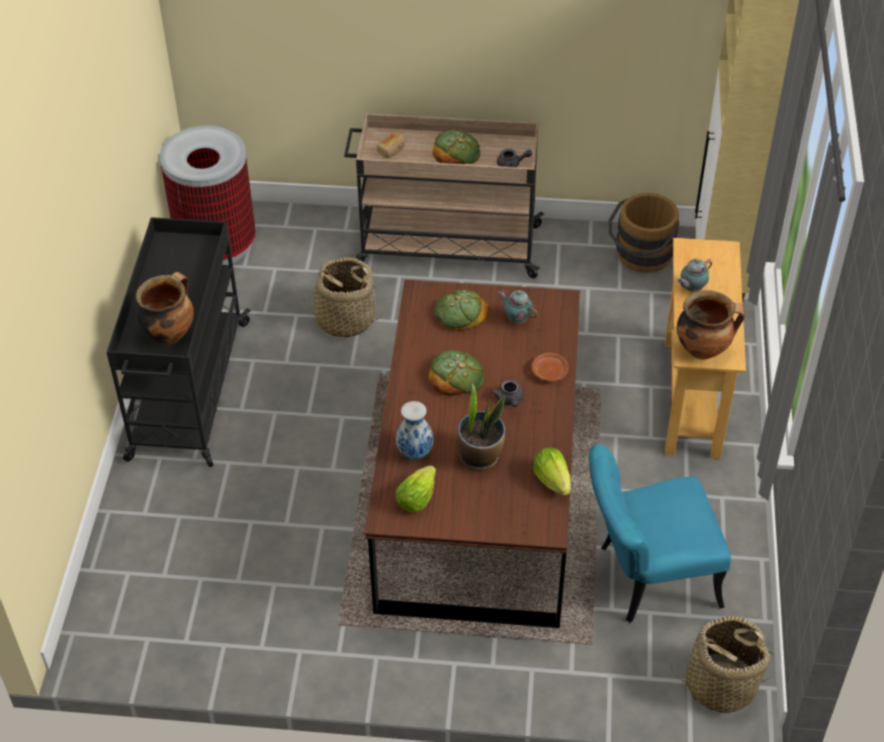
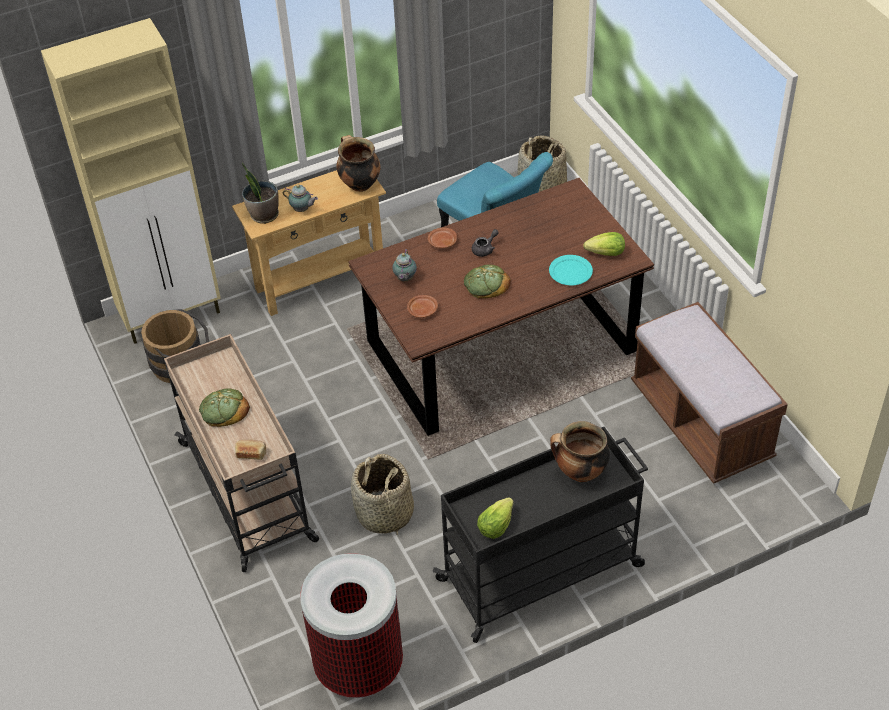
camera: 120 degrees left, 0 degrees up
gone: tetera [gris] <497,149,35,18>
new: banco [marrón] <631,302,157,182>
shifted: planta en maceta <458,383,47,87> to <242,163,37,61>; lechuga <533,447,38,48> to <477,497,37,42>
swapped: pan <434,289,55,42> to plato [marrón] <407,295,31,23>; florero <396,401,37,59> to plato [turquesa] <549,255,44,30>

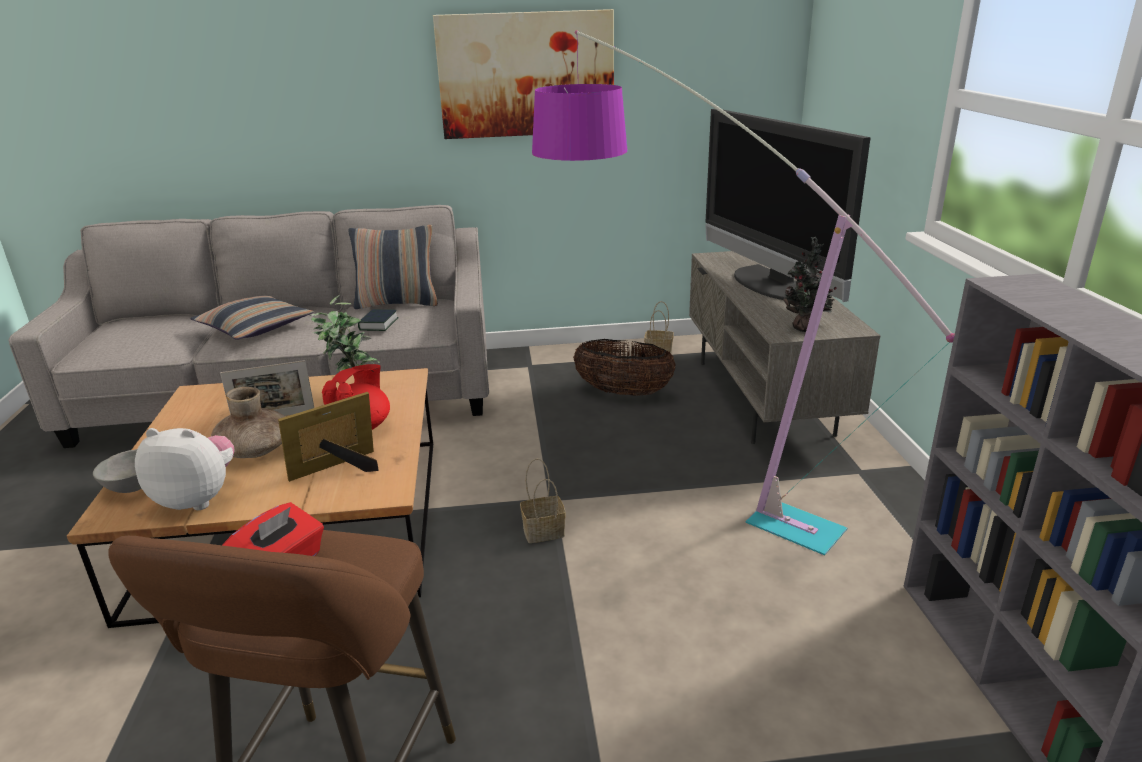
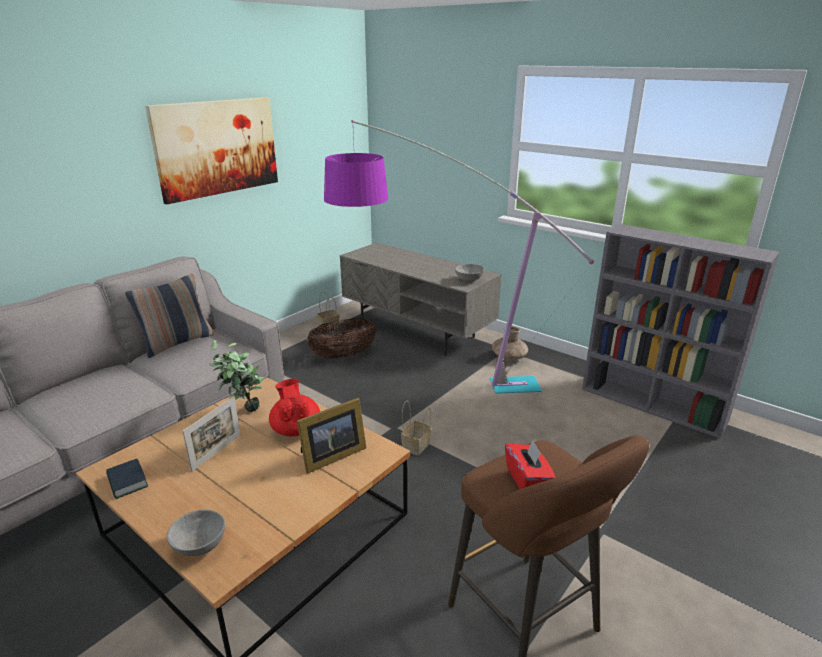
camera: 45 degrees left, 0 degrees up
gone: televisor <705,109,166,193>; cojín <191,295,123,45>; peluche <135,428,100,82>
shifted: libro <358,309,41,22> to <106,459,42,40>; florero [marrón] <211,387,74,71> to <492,326,36,34>
swapped: planta en maceta <783,237,54,95> to cuenco [gris] <455,264,29,18>
rotated: portarretratos <278,392,100,90> = <297,398,69,76> 135 degrees counterclockwise

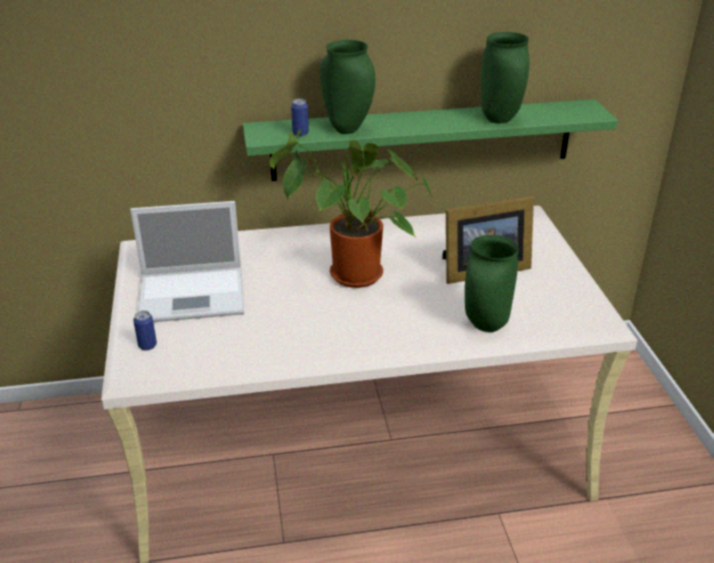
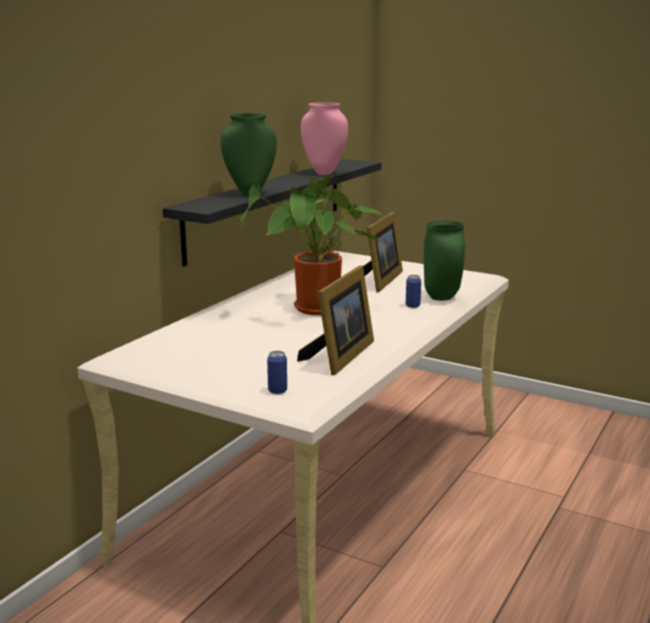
camera: 50 degrees left, 15 degrees down
gone: portátil <130,201,114,121>
new: portarretratos <297,266,77,109>
shifted: lata <291,99,18,37> to <406,275,15,33>
repainted: florero [verde] <481,32,48,91> to florero [rosa] <301,102,47,73>; estante [verde] <243,99,375,82> to estante [negro] <163,159,219,108>

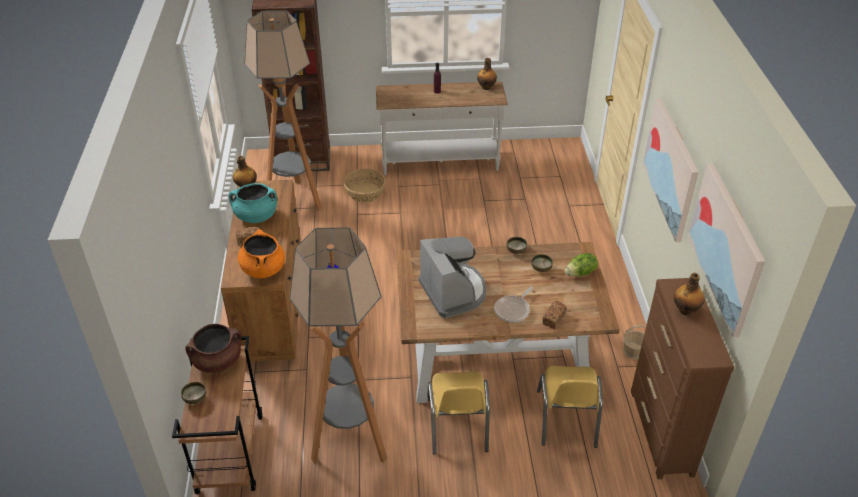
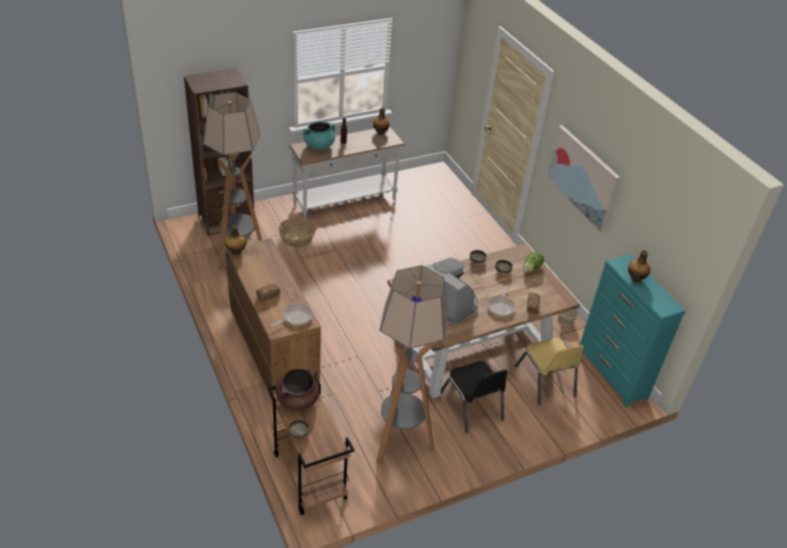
camera: 25 degrees left, 0 degrees up
gone: cuadro <688,163,77,174>
shifted: olla [turquesa] <229,183,48,40> to <303,121,32,28>
swapped: olla [naranja] <238,229,47,49> to sartén <271,303,42,23>
repainted: cómoda [marrón] <631,278,103,201> to cómoda [turquesa] <580,255,106,152>; silla [amarillo] <427,371,63,84> to silla [negro] <441,361,66,72>

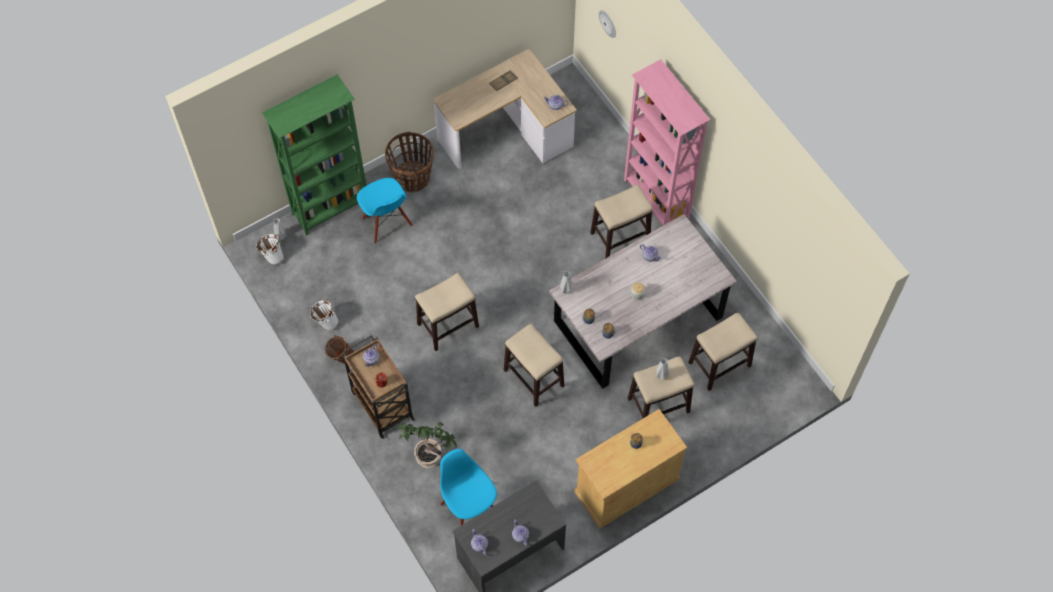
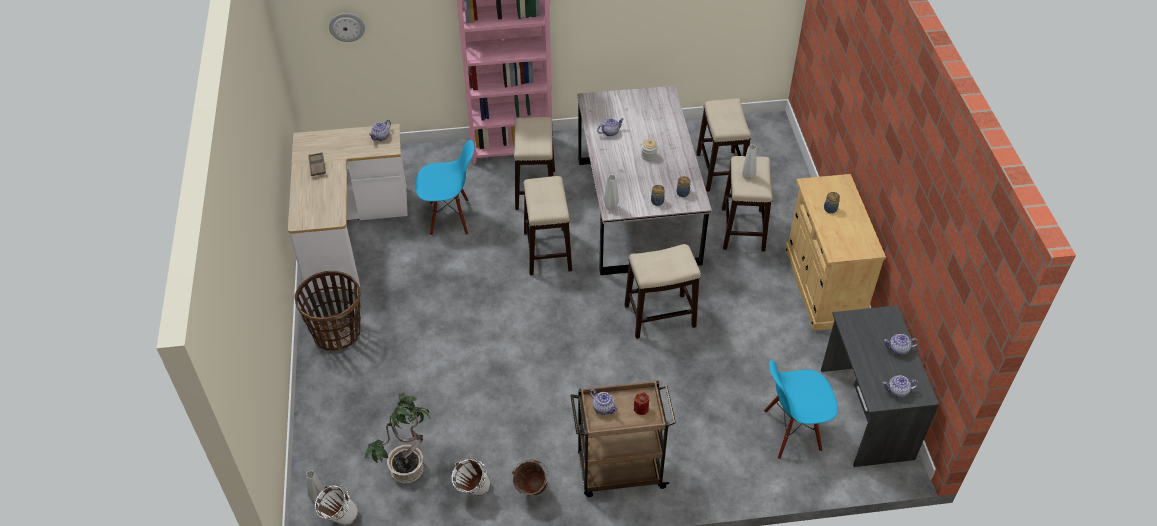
camera: 65 degrees left, 15 degrees down
gone: estantería [verde] <262,74,105,161>
shifted: silla [azul] <357,178,56,65> to <415,140,60,96>; taburete <415,273,64,78> to <523,176,49,99>; planta en maceta <396,422,61,46> to <365,393,66,90>

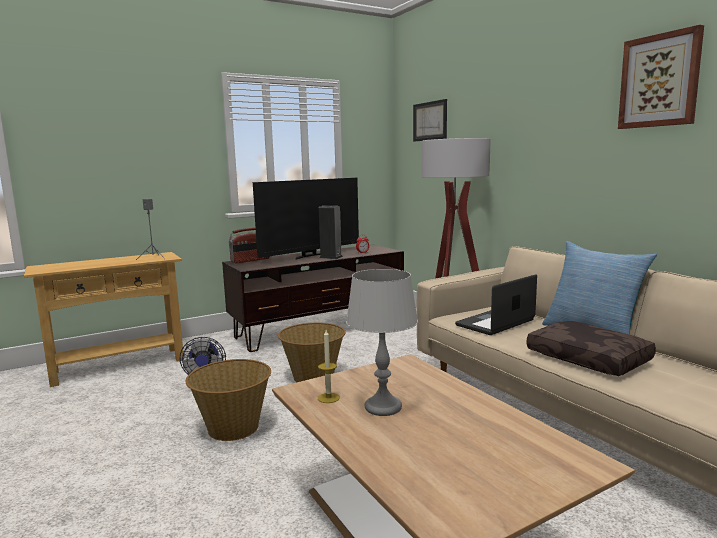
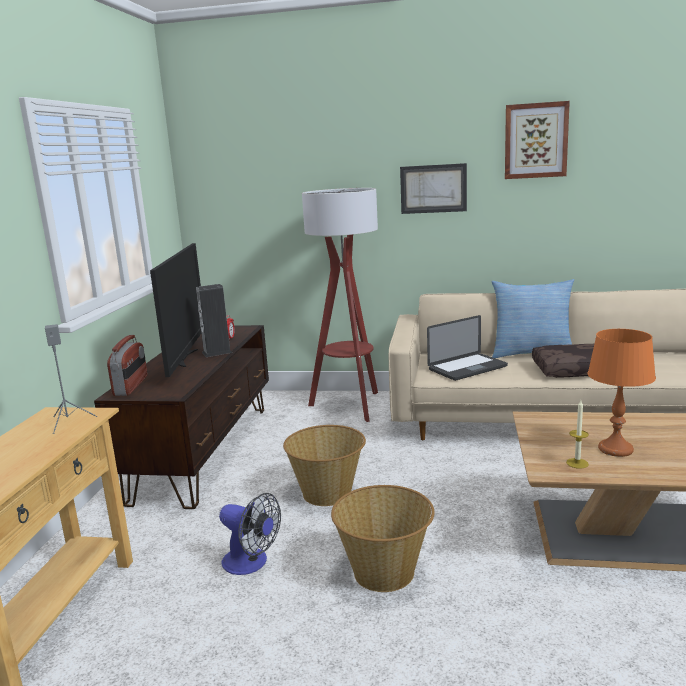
camera: 50 degrees left, 5 degrees up
shifted: cuadro <413,99,34,43> to <400,163,67,51>
repainted: lámpara de mesa [gris] <346,269,72,147> to lámpara de mesa [naranja] <588,329,68,128>
rotated: portátil <455,274,82,61> = <427,315,81,66> 120 degrees counterclockwise

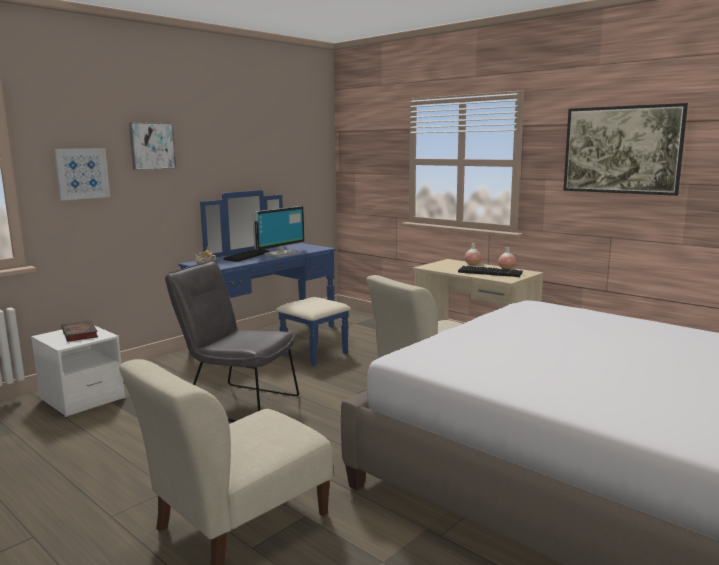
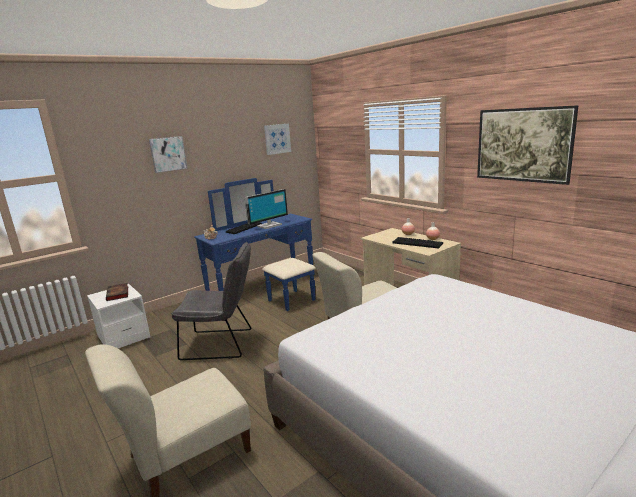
camera: 10 degrees right, 5 degrees up
shifted: cuadro <54,148,56,52> to <264,124,27,31>
rotated: silla [gris] <165,260,134,162> = <171,242,80,118> 150 degrees clockwise

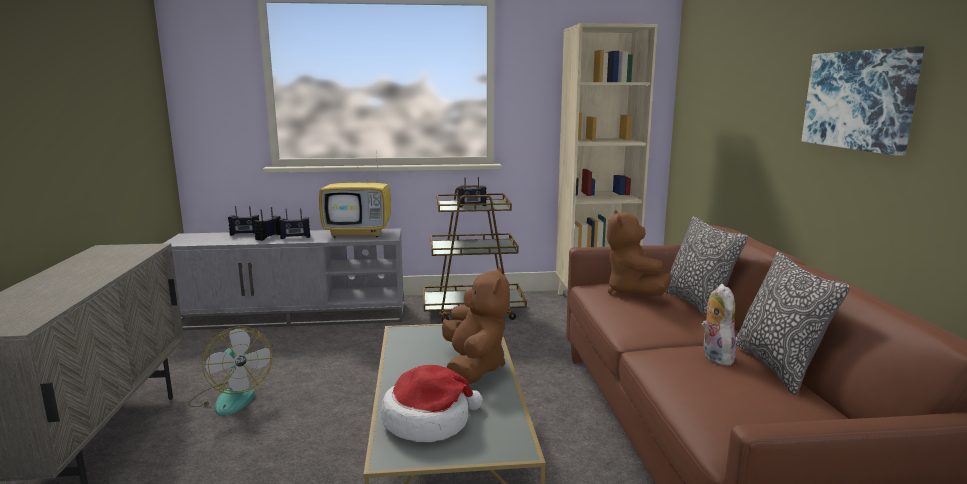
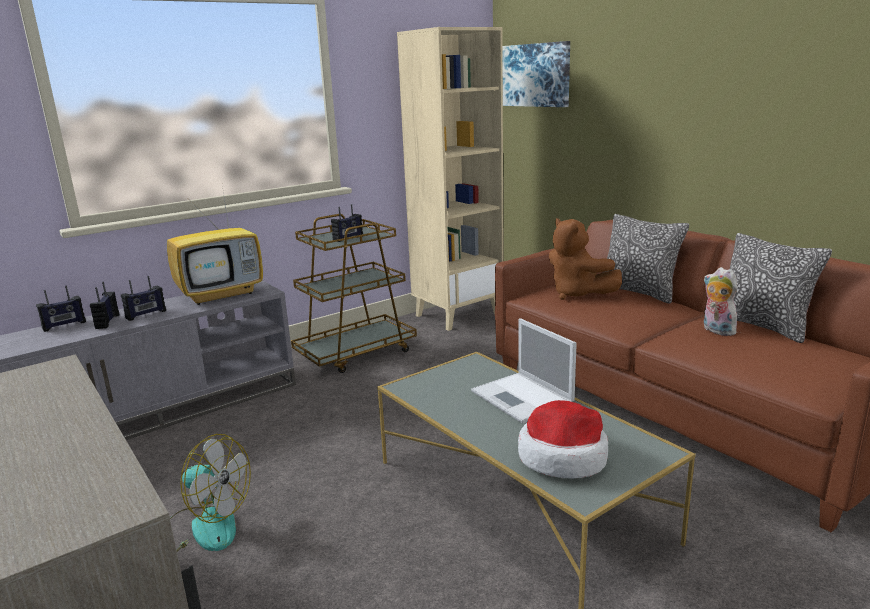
camera: 30 degrees left, 5 degrees up
shifted: cuadro <802,46,122,110> to <502,41,68,66>
swapped: peluche [marrón] <442,266,68,118> to portátil <471,318,106,106>

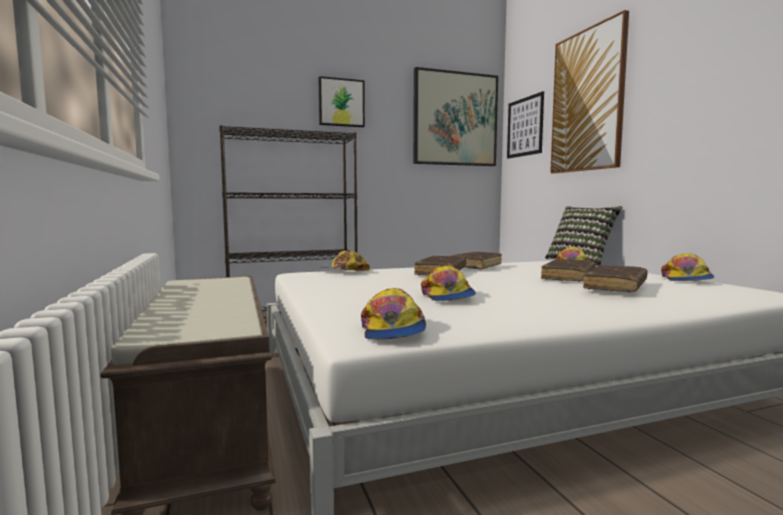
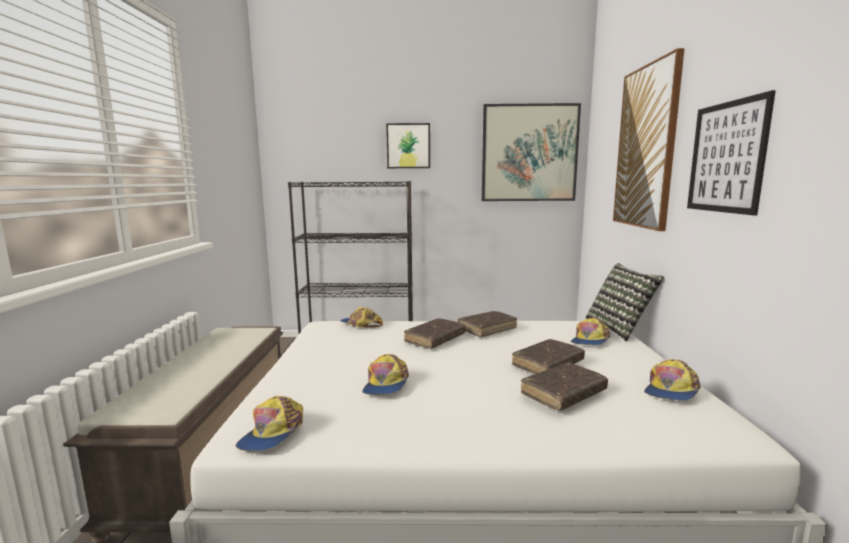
camera: 20 degrees right, 5 degrees up
shifted: cuadro <507,91,37,67> to <687,90,89,126>

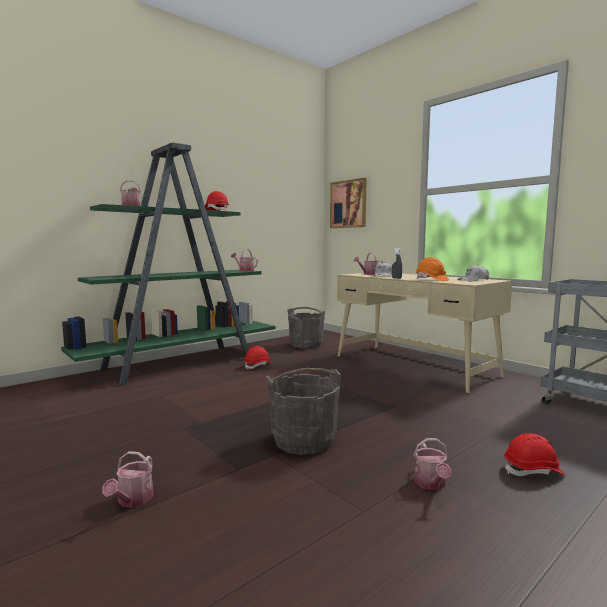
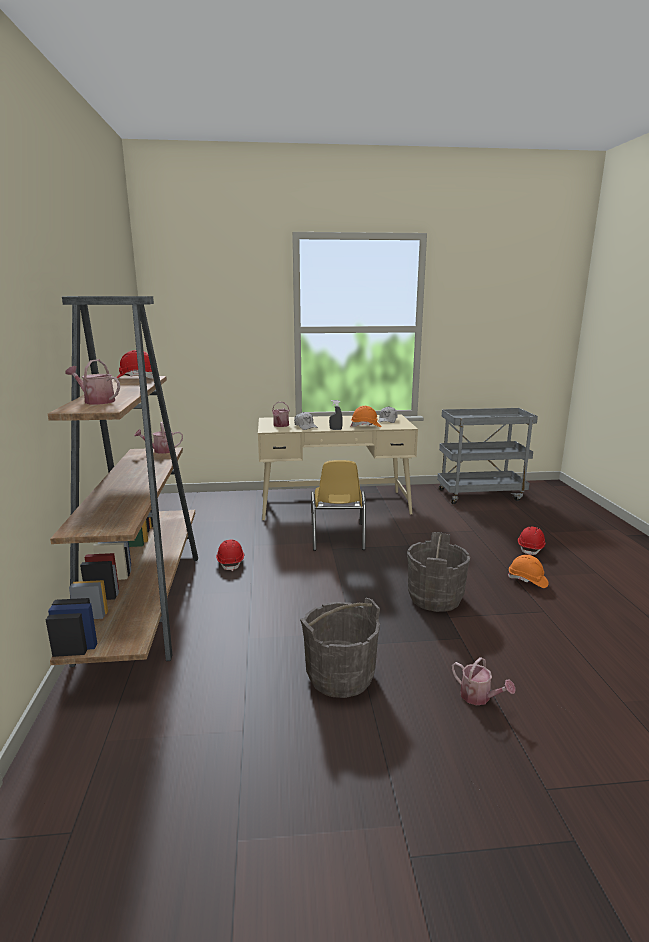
camera: 55 degrees left, 10 degrees up
gone: cuadro <330,178,37,50>
new: silla [amarillo] <311,460,55,91>
shifted: cubo [gris] <287,307,38,42> to <300,598,80,100>
swapped: regadera <414,438,38,52> to casco [naranja] <507,555,42,33>
repainted: estantería [verde] <61,143,215,243> to estantería [marrón] <46,296,152,371>

